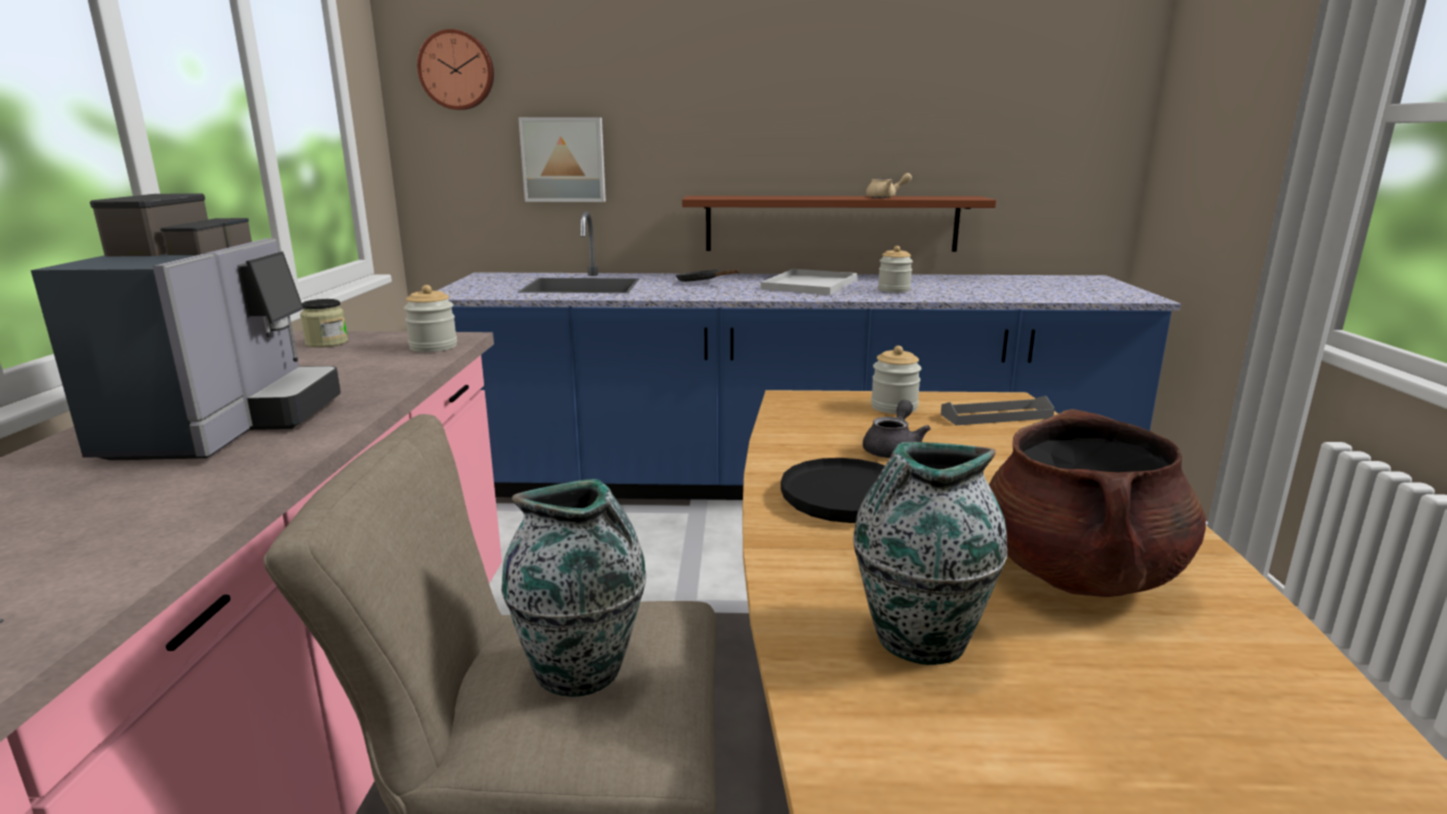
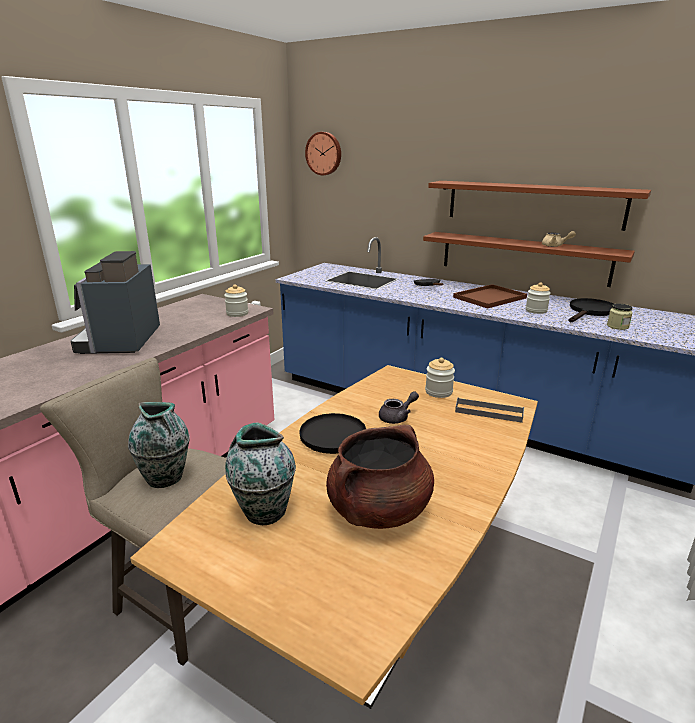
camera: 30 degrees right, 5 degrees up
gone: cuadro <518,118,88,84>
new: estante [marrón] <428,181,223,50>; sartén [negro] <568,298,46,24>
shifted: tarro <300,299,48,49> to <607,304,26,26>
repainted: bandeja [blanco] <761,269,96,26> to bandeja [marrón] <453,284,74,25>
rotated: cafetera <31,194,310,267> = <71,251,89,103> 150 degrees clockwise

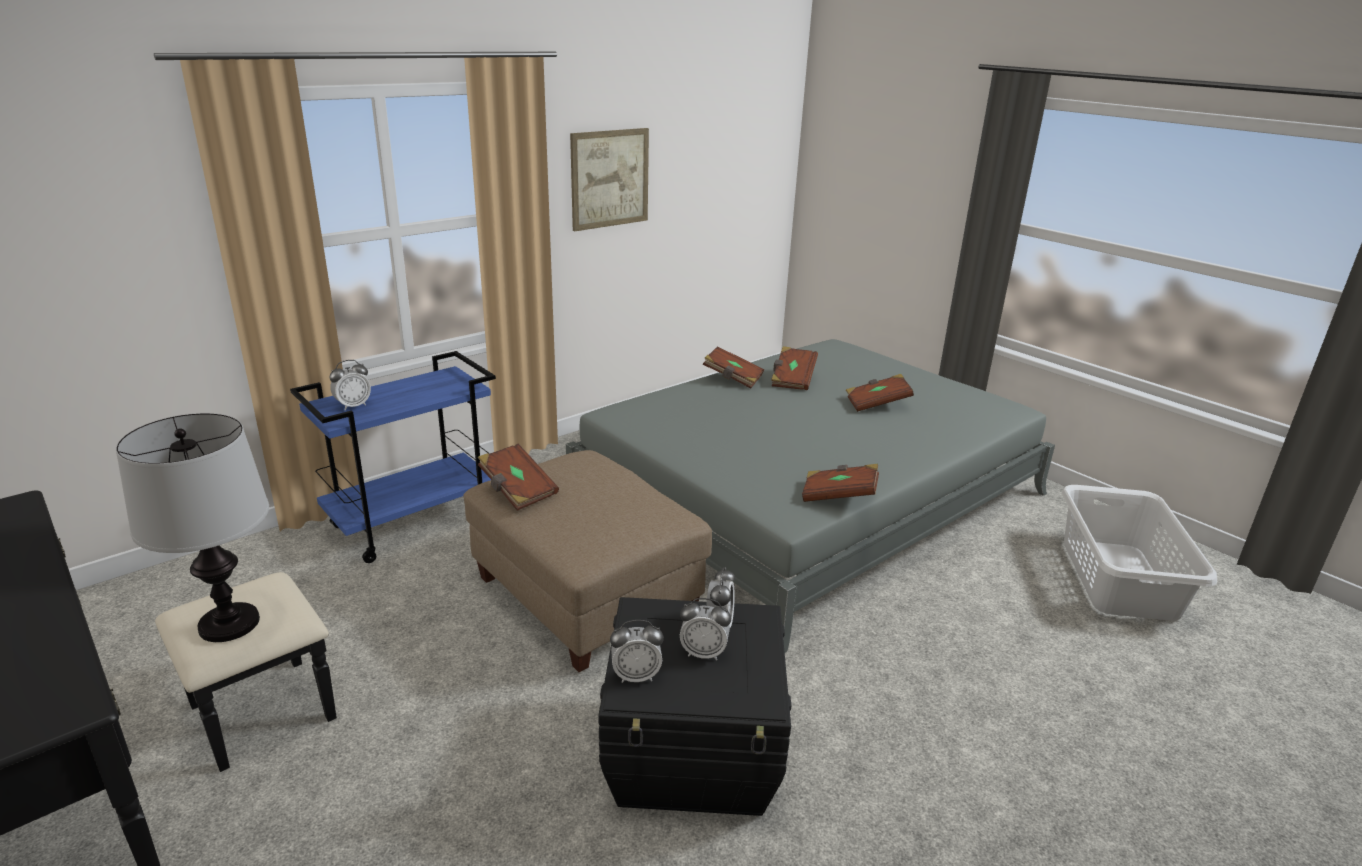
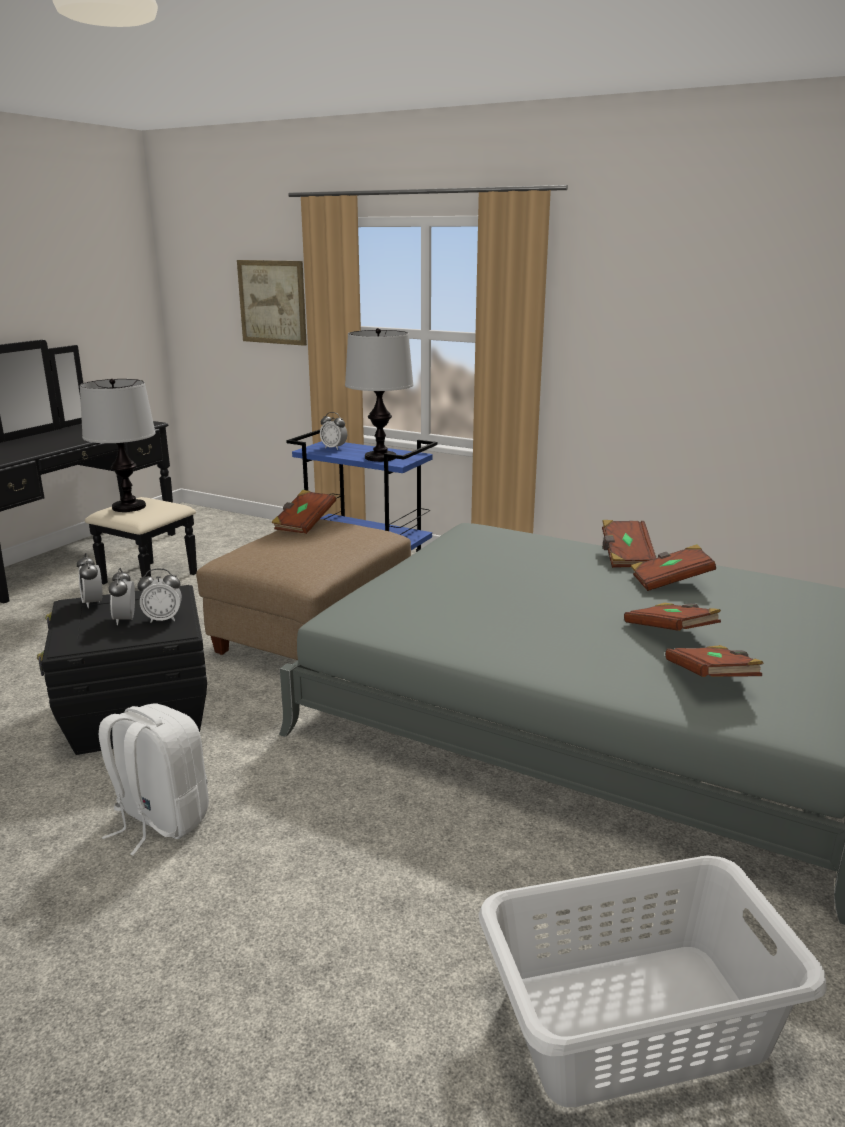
camera: 70 degrees right, 5 degrees down
new: lámpara de mesa <345,328,68,134>; mochila [blanco] <99,703,110,153>
shifted: cuadro <570,128,79,103> to <237,260,70,86>; libro [marrón] <802,464,77,38> to <665,645,99,32>

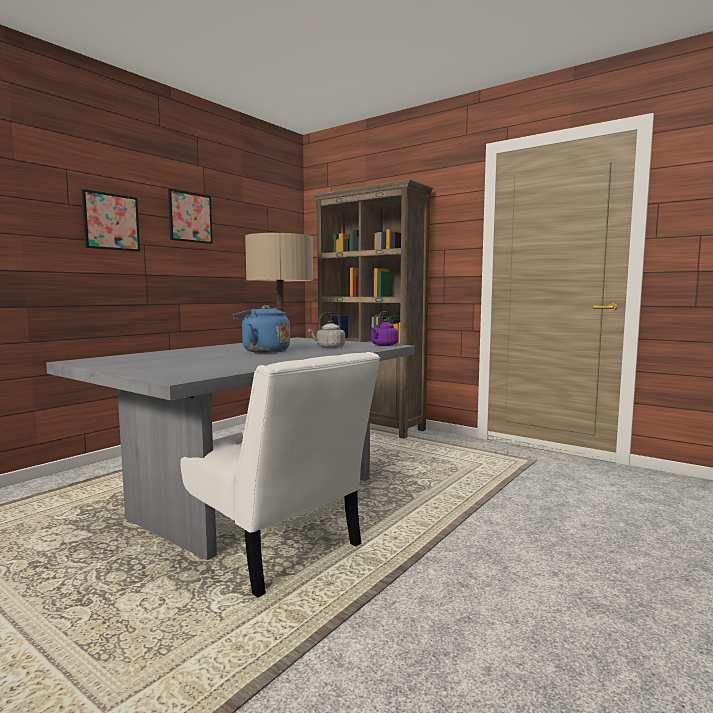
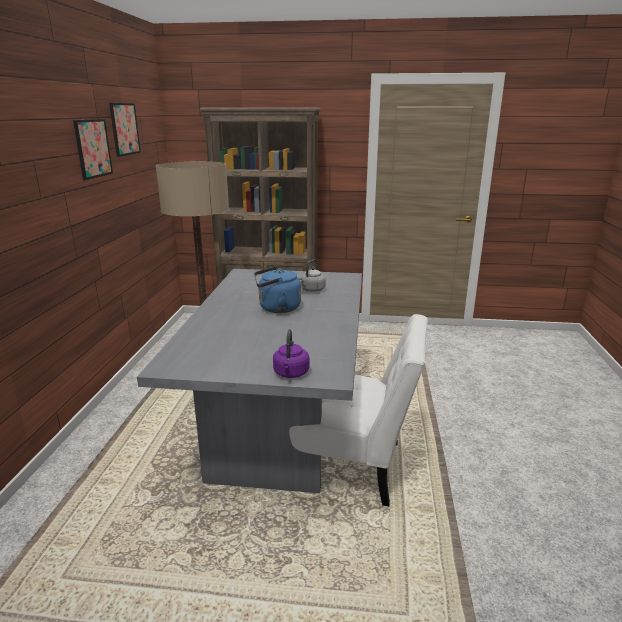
camera: 30 degrees left, 15 degrees up
shifted: cuadro <81,189,59,63> to <109,103,32,54>; hervidor [morado] <371,311,28,35> to <273,329,37,49>

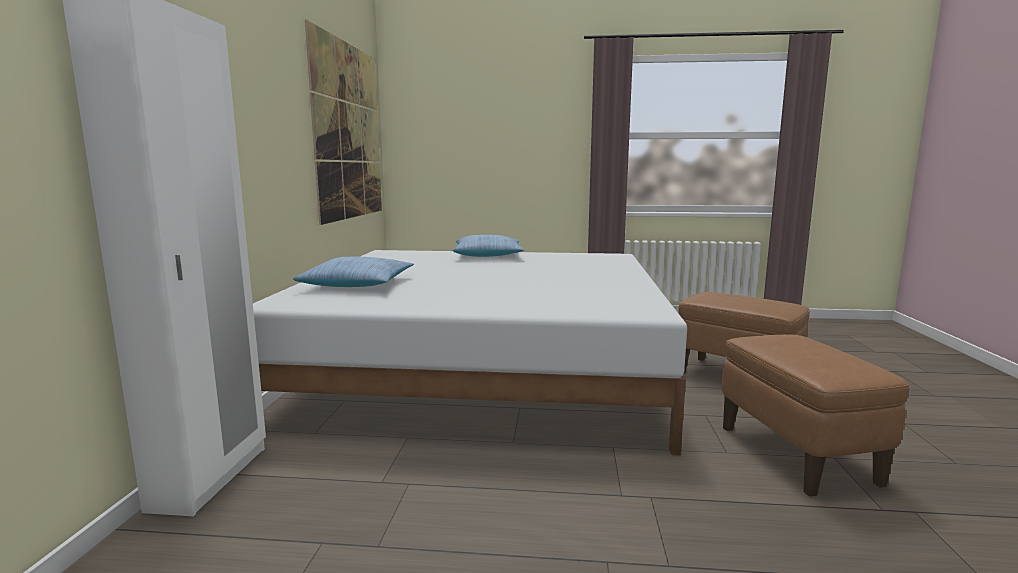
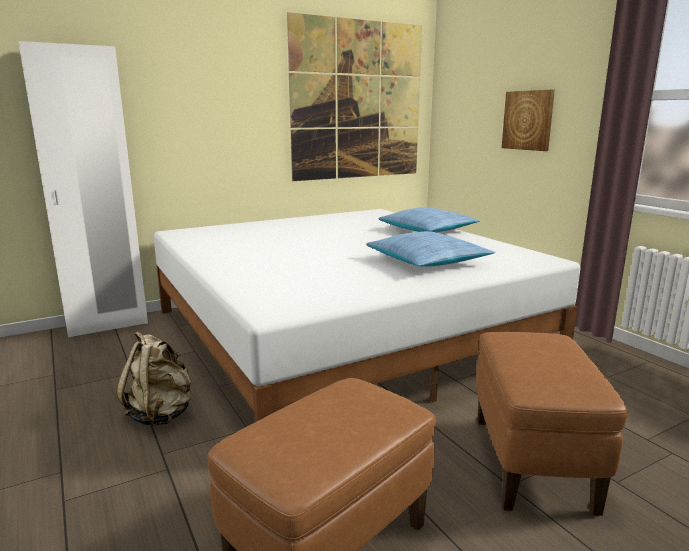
camera: 55 degrees right, 5 degrees up
new: cuadro <502,90,53,61>; mochila [beis] <116,332,75,94>
shifted: cojín <293,257,121,30> to <366,231,129,36>

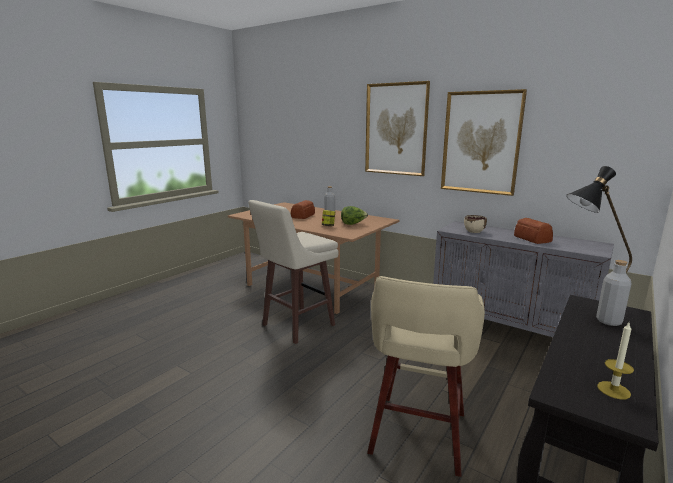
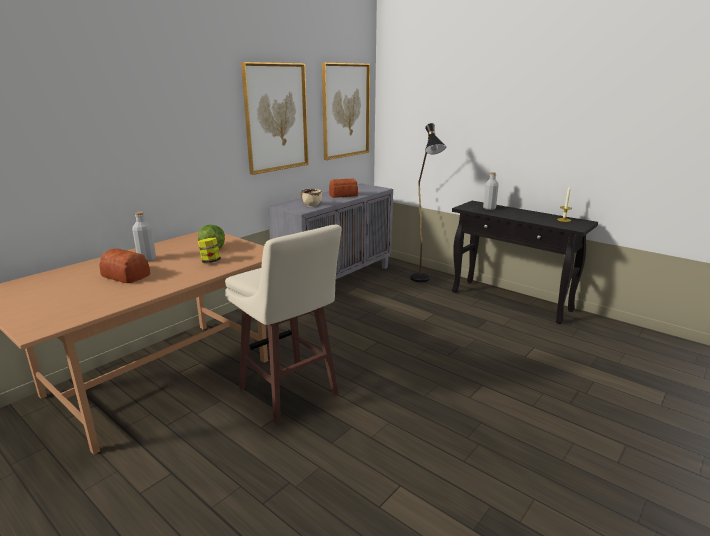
camera: 85 degrees left, 5 degrees up
gone: taburete [beis] <367,276,118,201>
shifted: cuadro <365,81,65,95> to <322,63,48,97>

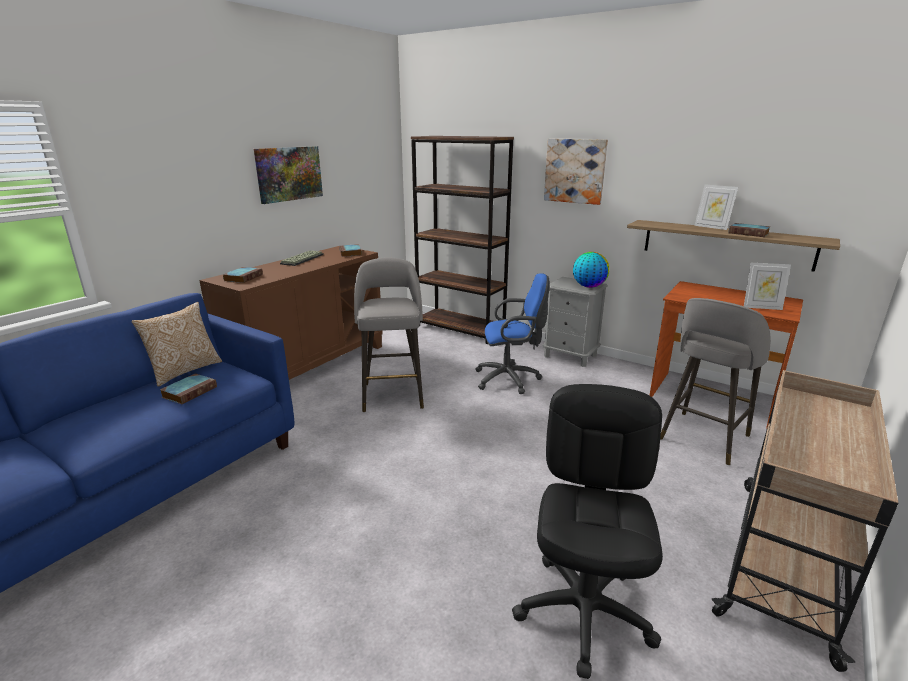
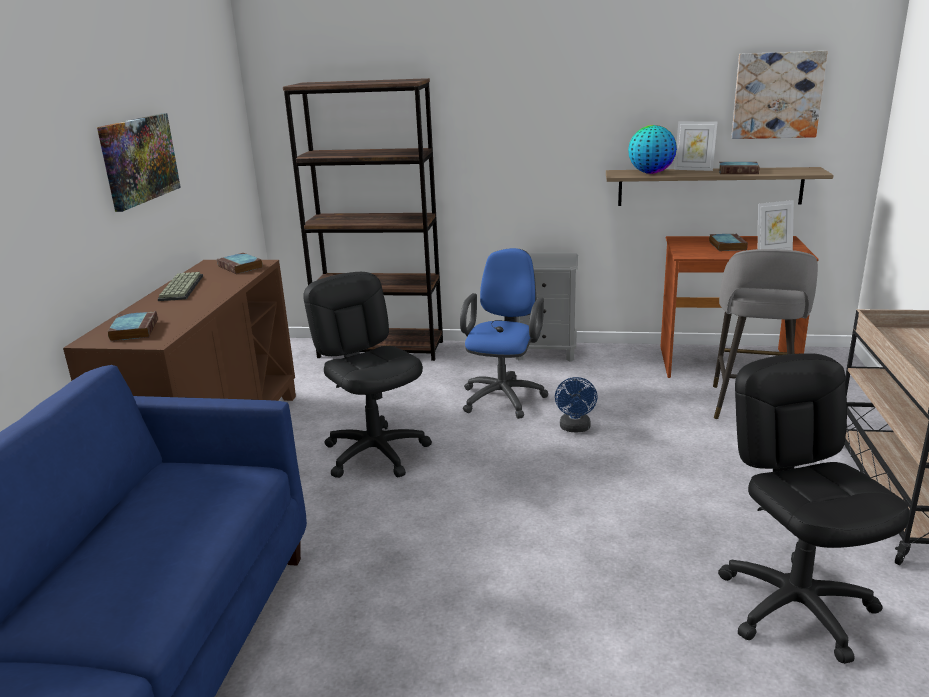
camera: 25 degrees left, 0 degrees up
gone: cojín <131,302,91,85>
new: ventilador [azul] <555,377,43,55>
shifted: cuadro <544,139,64,66> to <731,51,97,88>; globo terráqueo <573,252,36,36> to <628,125,49,49>; libro <160,373,57,31> to <709,234,39,17>
swapped: taburete [gris] <354,257,70,155> to silla de oficina [negro] <303,272,129,206>
rotated: silla de oficina [azul] <475,273,75,121> = <460,248,88,171> 45 degrees counterclockwise

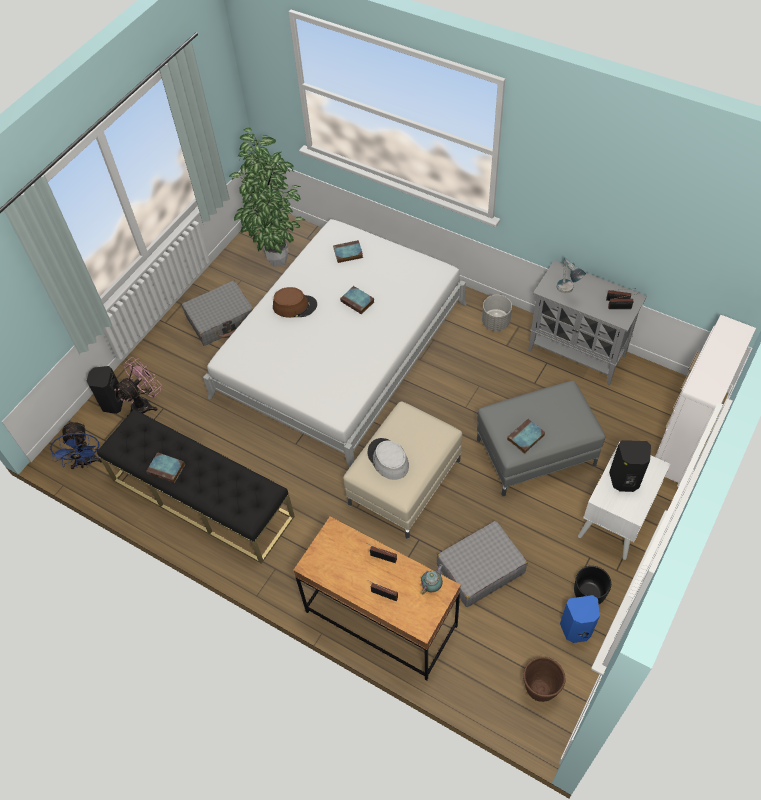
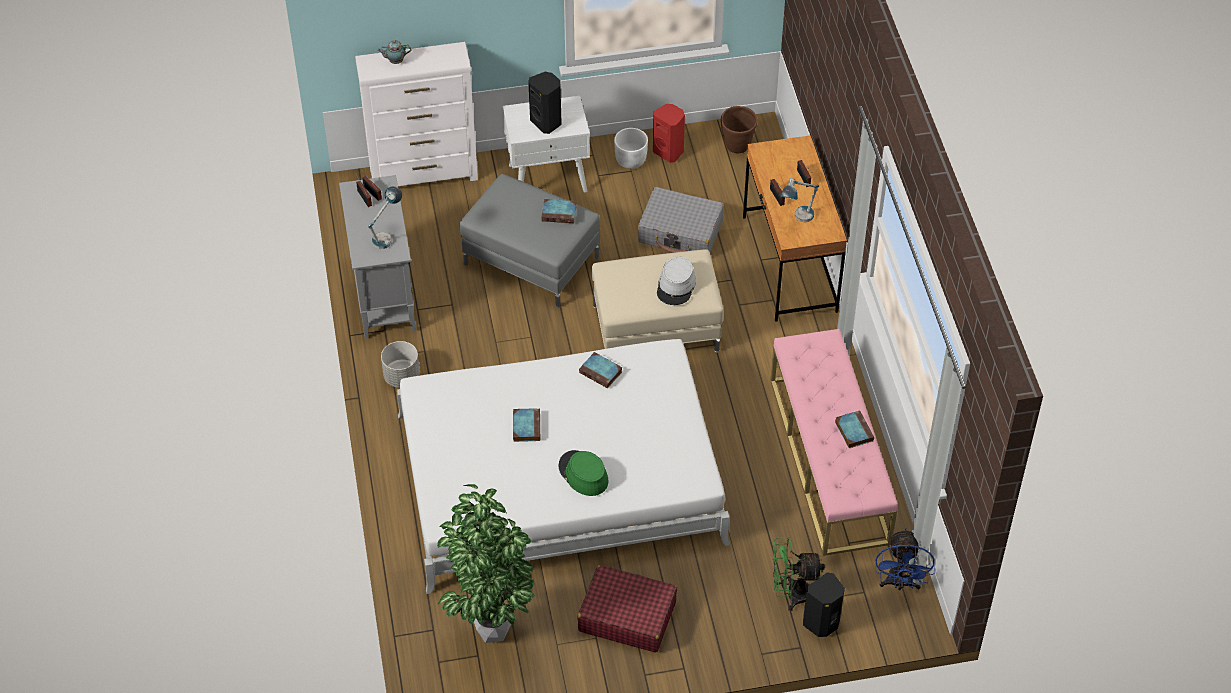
camera: 135 degrees left, 5 degrees down
new: lámpara de mesa <780,178,39,44>
shifted: libro <333,240,30,23> to <579,352,43,36>; tetera <421,564,22,31> to <378,40,34,24>
repainted: maleta [gris] <182,281,72,65> to maleta [rojo] <578,565,99,87>; sombrero [marrón] <273,287,44,31> to sombrero [verde] <558,450,51,46>; ventilador [rosa] <114,357,47,59> to ventilador [verde] <773,537,52,74>; banco [negro] <97,409,198,155> to banco [rosa] <770,329,128,227>; maceta [negro] <574,566,37,38> to maceta [blanco] <614,128,34,41>; altavoz [azul] <560,595,40,48> to altavoz [rojo] <653,104,32,59>
rotated: ventilador [azul] <50,421,52,48> = <875,528,60,63> 150 degrees clockwise

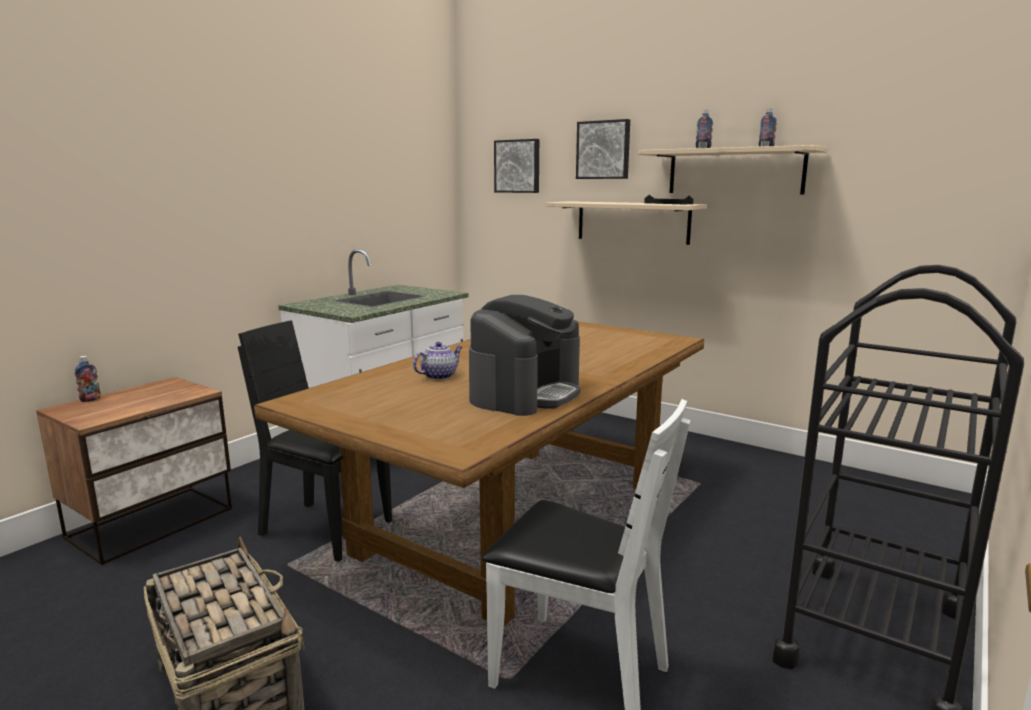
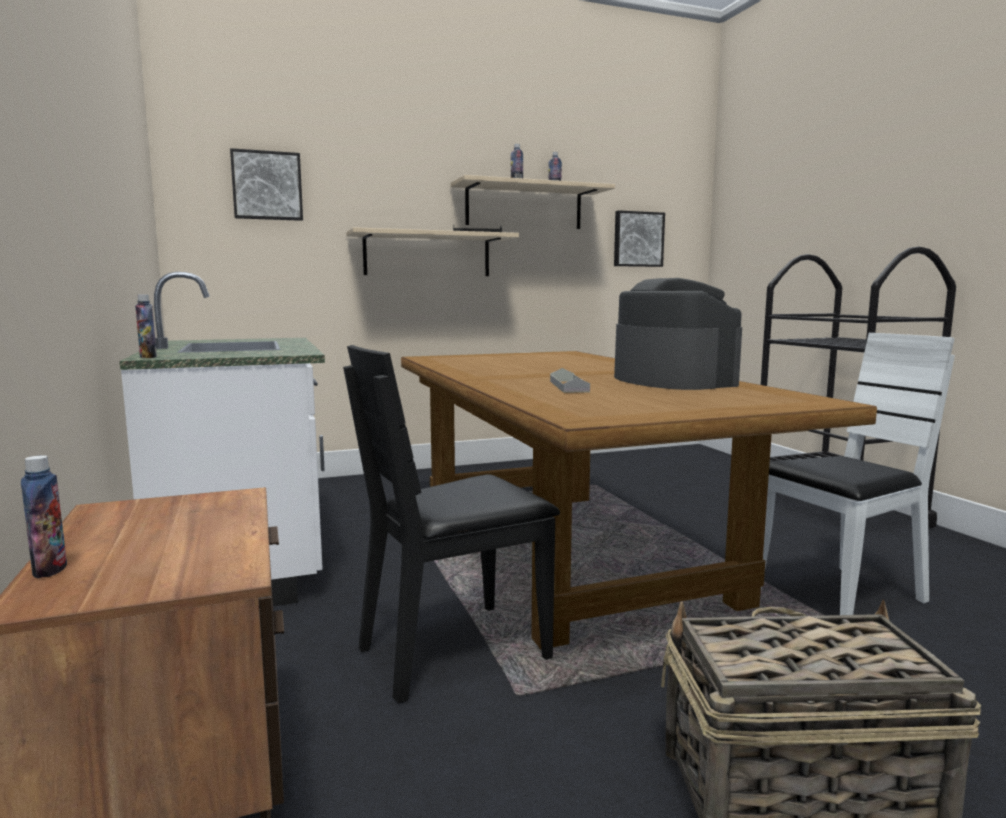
camera: 55 degrees left, 5 degrees down
new: botella <135,295,22,63>
shifted: cuadro <576,119,54,60> to <614,210,51,57>
swapped: tetera <413,342,49,38> to bandeja [gris] <550,368,40,25>

